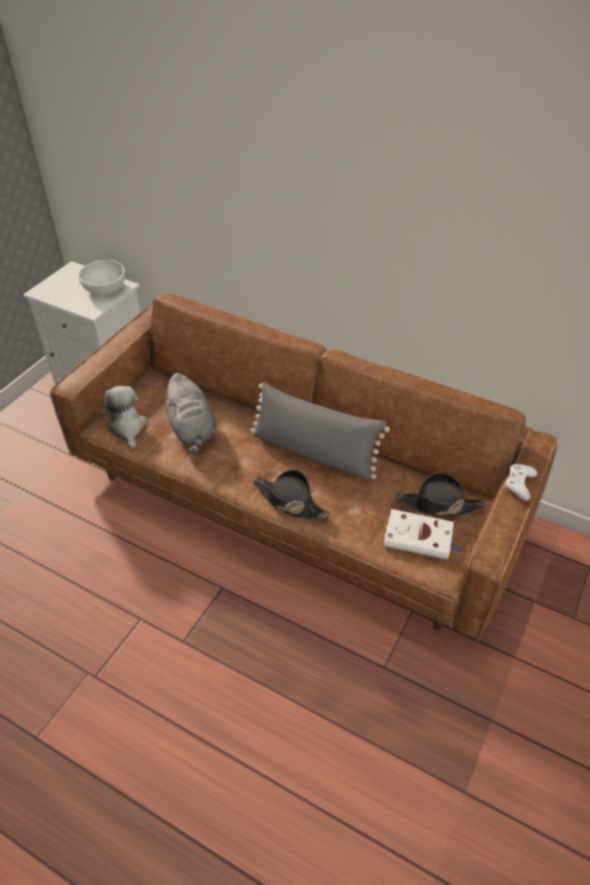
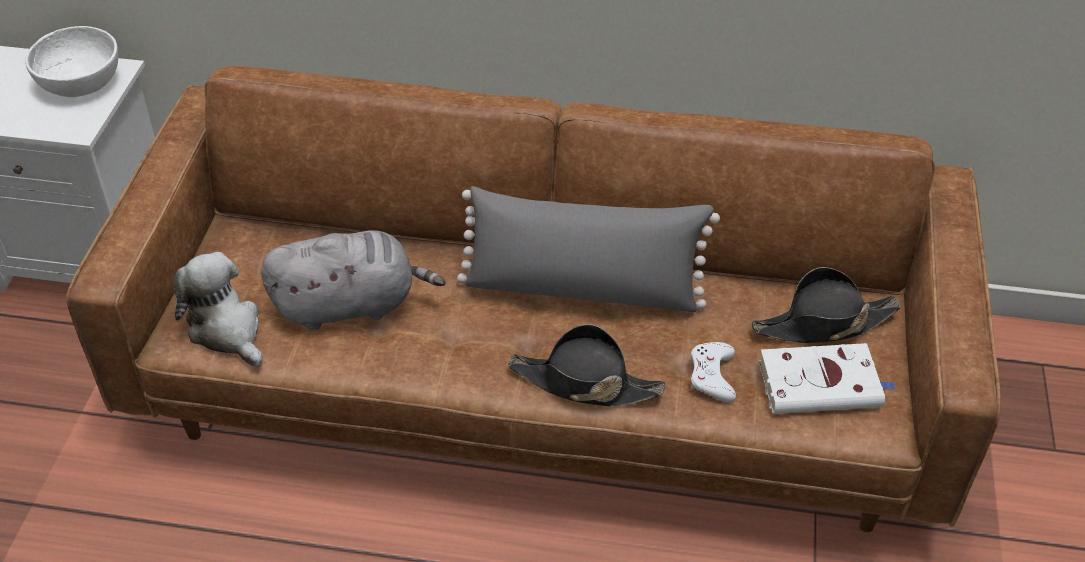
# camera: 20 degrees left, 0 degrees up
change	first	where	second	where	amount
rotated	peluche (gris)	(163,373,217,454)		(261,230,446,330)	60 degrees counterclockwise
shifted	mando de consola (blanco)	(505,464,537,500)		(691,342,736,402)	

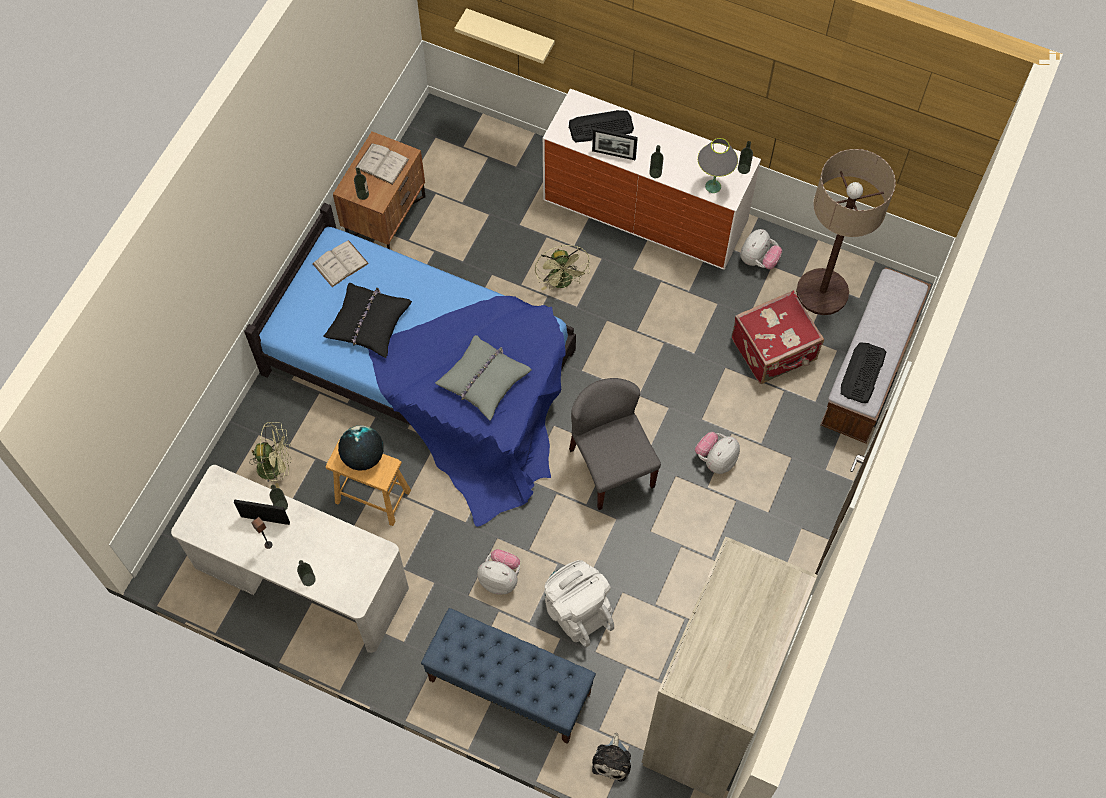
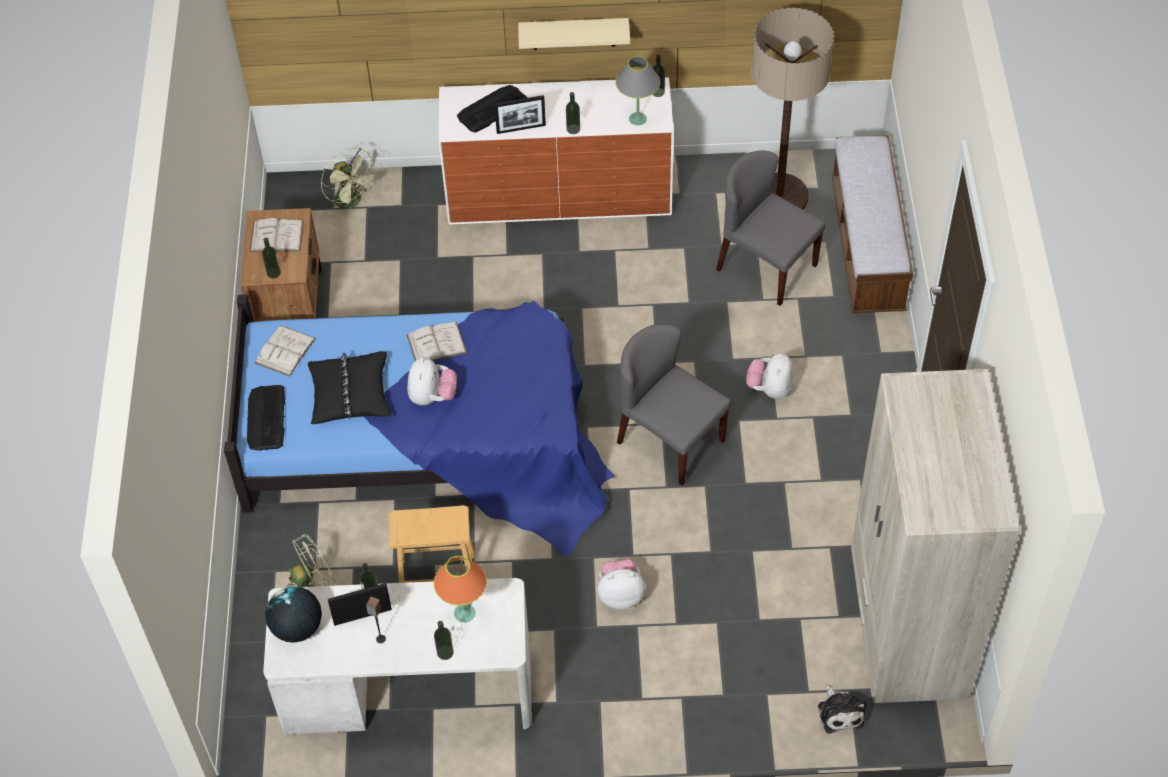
# camera: 25 degrees left, 10 degrees down
change	first	where	second	where	amount
shifted	globo terráqueo	(338,425,383,471)		(265,586,322,643)	
gone	banco (azul)	(421,608,596,744)			
gone	cojín (gris)	(435,335,532,420)			
shifted	estante (beis)	(454,8,555,64)		(518,18,630,50)	
shifted	ventilador (verde)	(535,245,590,291)		(321,147,378,217)	
gone	mochila (blanco)	(544,560,614,647)			
swapped	maleta (rojo)	(732,291,824,384)	silla (gris)	(716,151,825,306)	
shifted	peluche	(740,229,782,269)		(407,357,457,405)	
shifted	teclado	(841,342,886,403)		(247,385,285,451)	
new			libro (blanco)	(406,322,467,361)	
new			lámpara de mesa (naranja)	(434,556,487,622)	

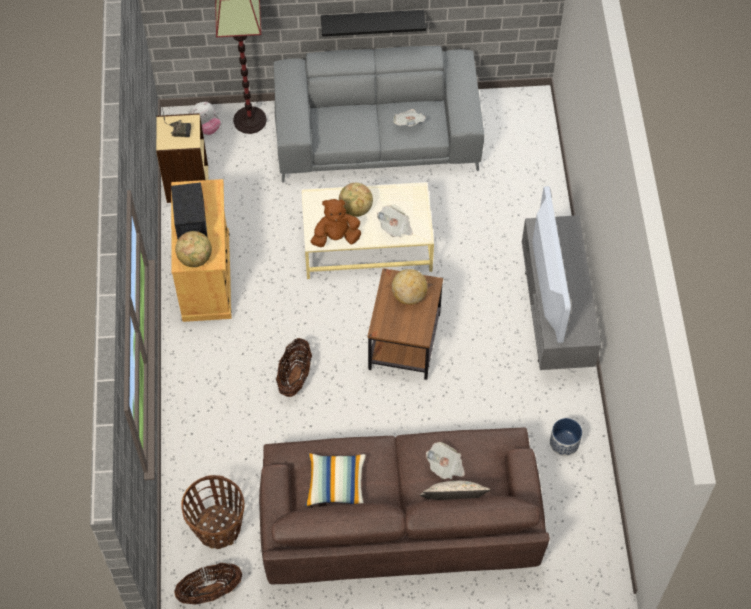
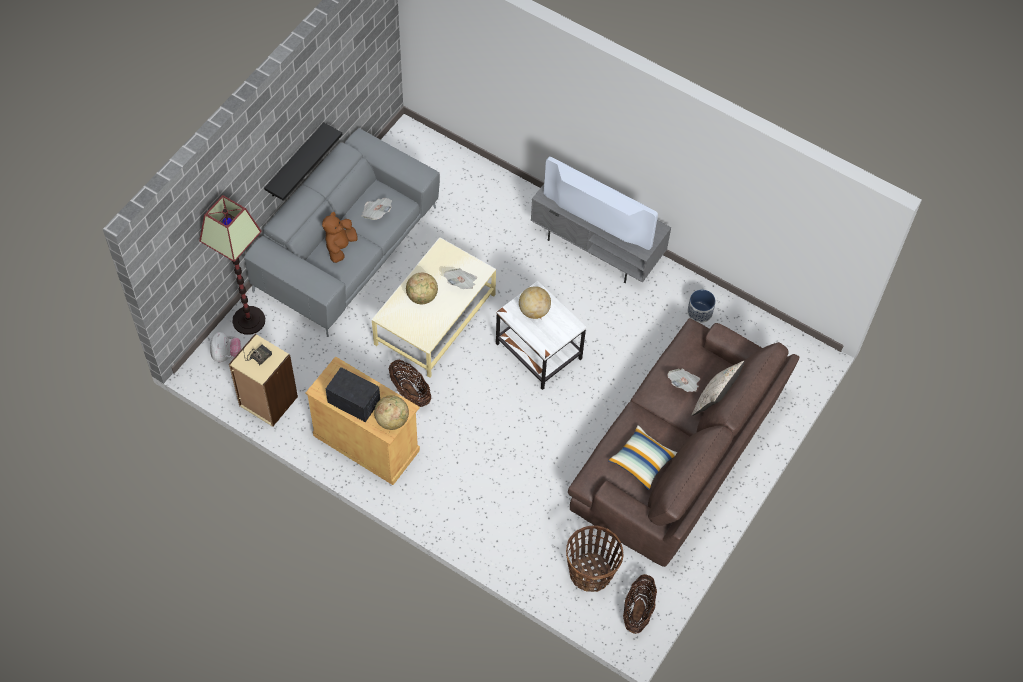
# camera: 55 degrees left, 0 degrees up
change	first	where	second	where	amount
shifted	cesta	(276,338,312,397)		(389,359,431,407)	
shifted	peluche (marrón)	(311,199,361,247)		(322,212,358,263)	
repainted	mesa auxiliar (marrón)	(368,268,443,380)	mesa auxiliar (blanco)	(496,281,587,390)	

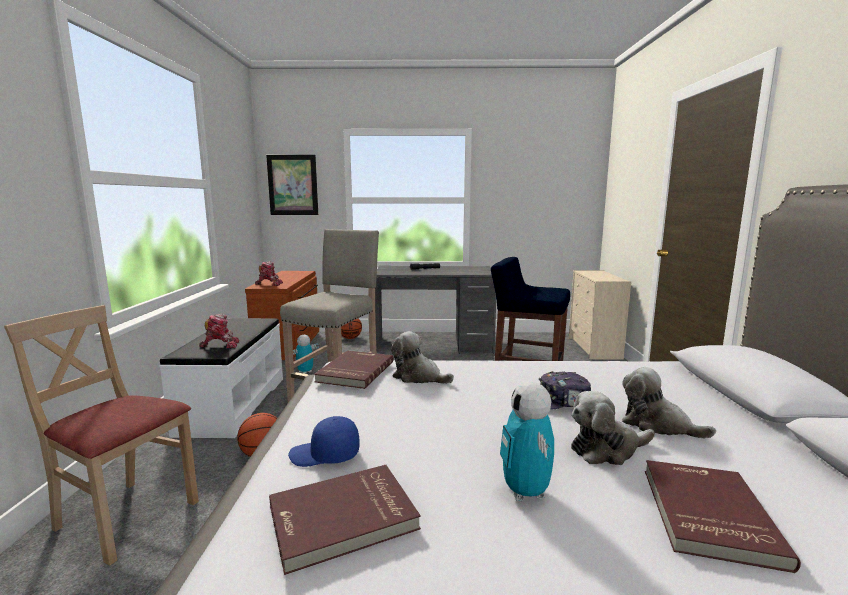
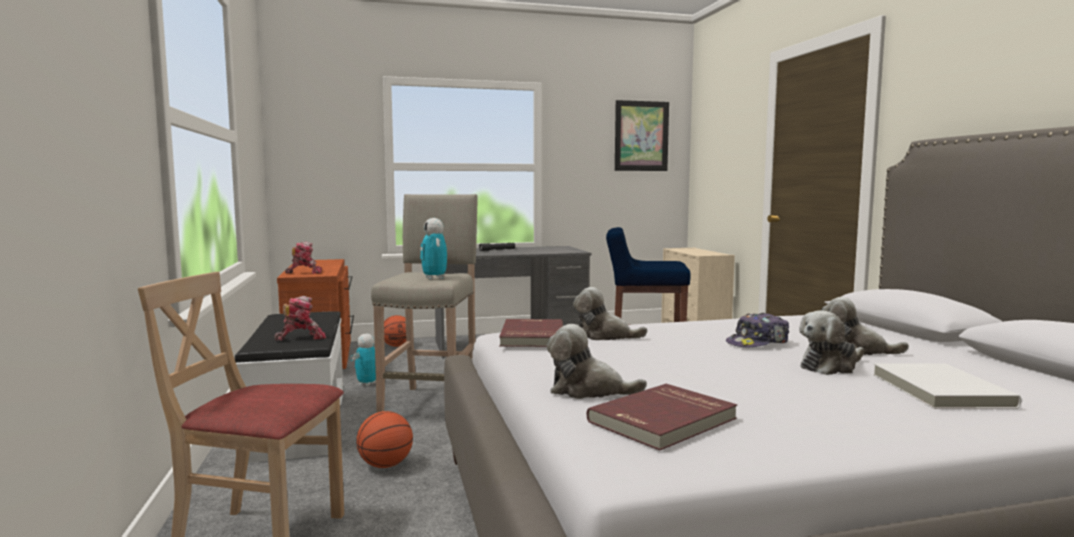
# camera: 15 degrees left, 5 degrees down
change	first	where	second	where	amount
shifted	cuadro	(266,155,318,215)		(615,100,669,171)	
swapped	gorra (azul)	(288,416,360,467)	peluche	(547,324,647,399)	
shifted	robot de juguete	(500,382,554,501)		(420,218,447,279)	
repainted	libro (rojo)	(645,460,801,573)	libro (blanco)	(873,363,1021,409)	

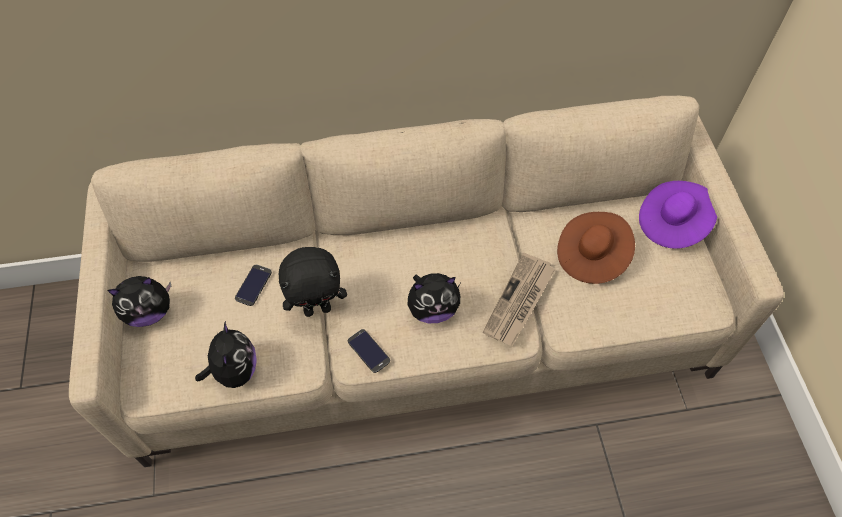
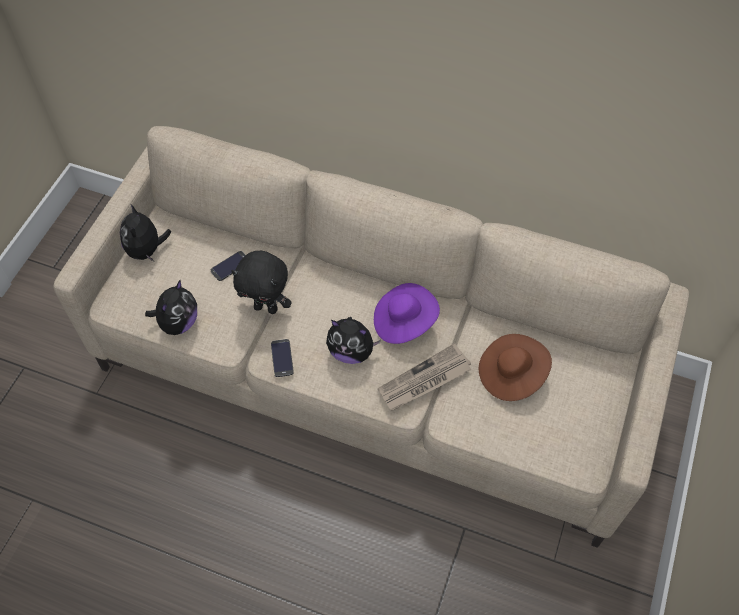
# camera: 30 degrees right, 0 degrees up
change	first	where	second	where	amount
rotated	peluche	(107,276,171,327)		(120,204,172,261)	75 degrees clockwise
shifted	sombrero (morado)	(639,181,717,249)		(374,283,440,344)	

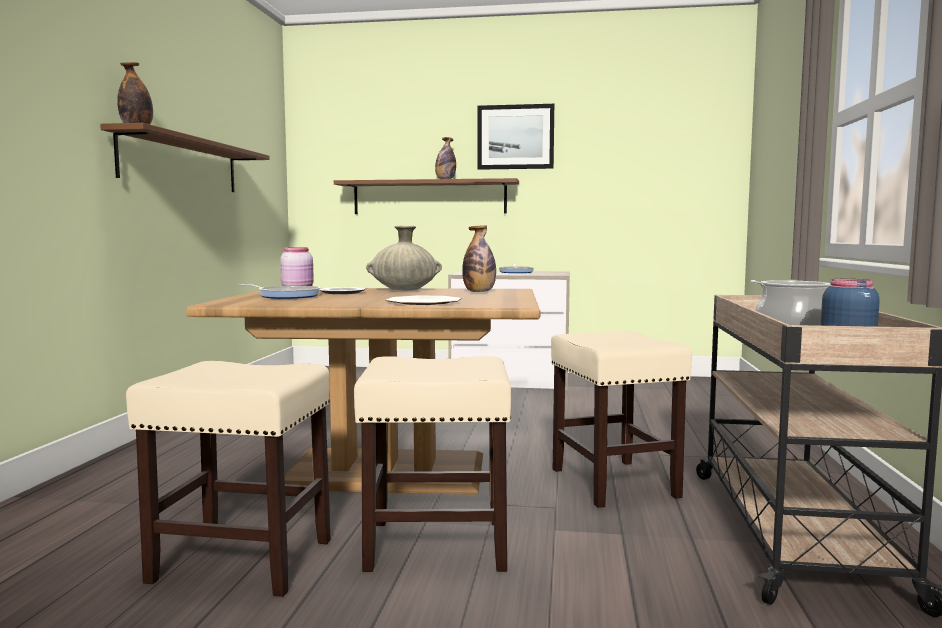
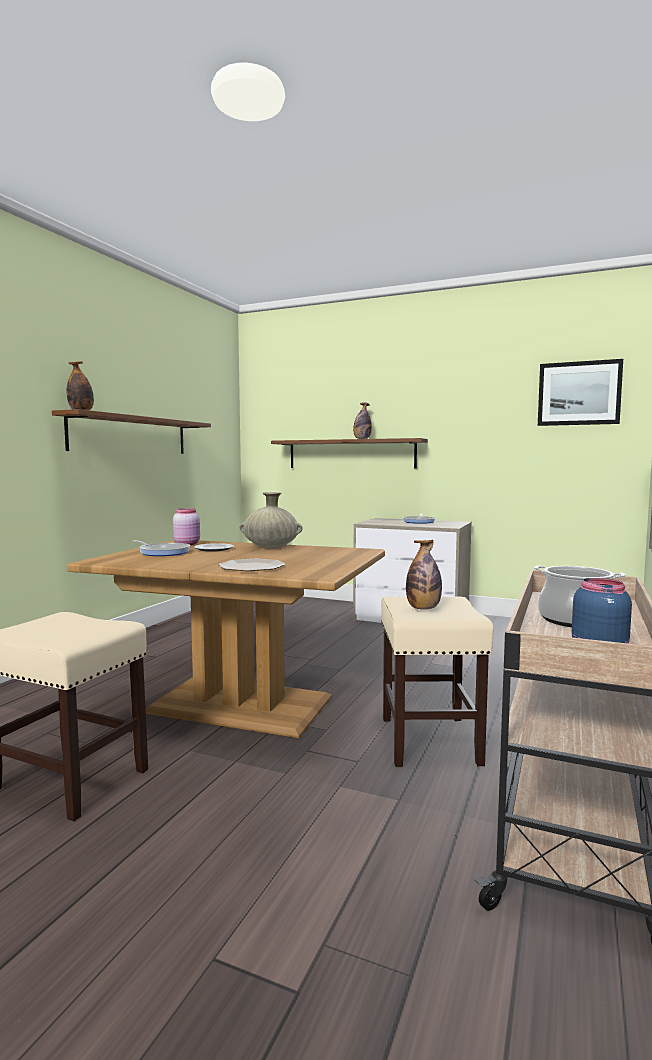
# camera: 15 degrees right, 0 degrees up
change	first	where	second	where	amount
gone	taburete (beis)	(354,356,511,572)			
shifted	botella	(462,225,496,292)		(406,540,442,610)	
shifted	cuadro	(478,104,554,170)		(538,359,623,426)	

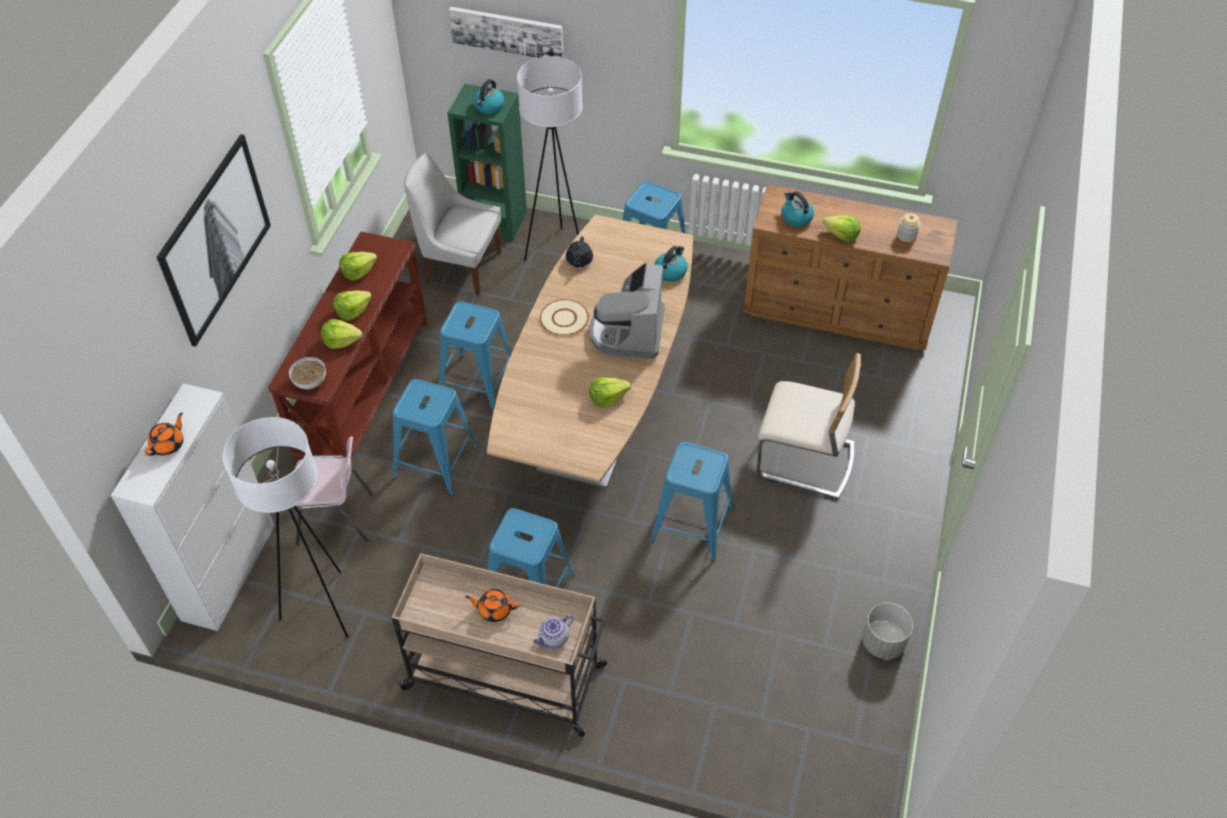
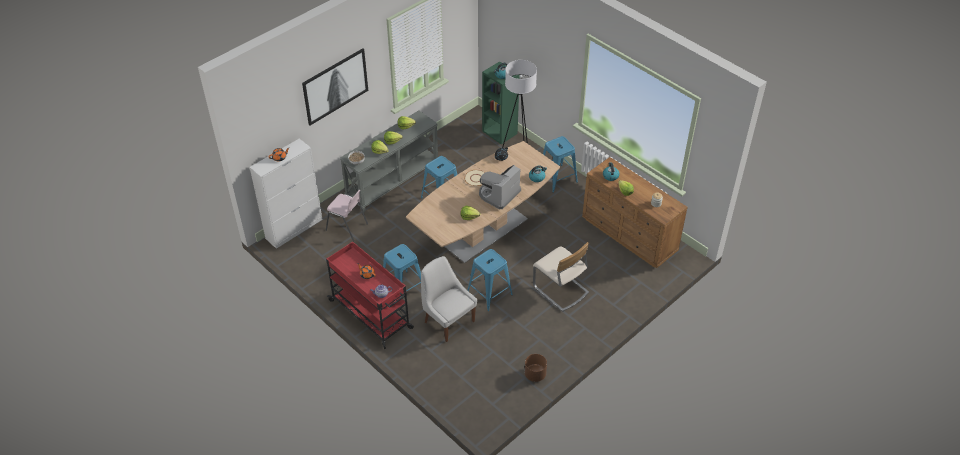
# camera: 30 degrees right, 5 degrees down
change	first	where	second	where	amount
gone	lámpara de pie (blanco)	(223,417,349,638)			
repainted	mesa consola (marrón)	(268,232,427,464)	mesa consola (gris)	(340,110,438,213)	
gone	taburete (azul)	(392,379,478,496)			
repainted	carrito (beis)	(392,553,607,737)	carrito (rojo)	(326,242,414,349)	
shifted	silla (blanco)	(404,153,501,296)		(421,256,477,342)	
gone	cuadro	(449,7,563,58)			
repainted	maceta (gris)	(862,603,913,659)	maceta (marrón)	(525,354,547,382)	

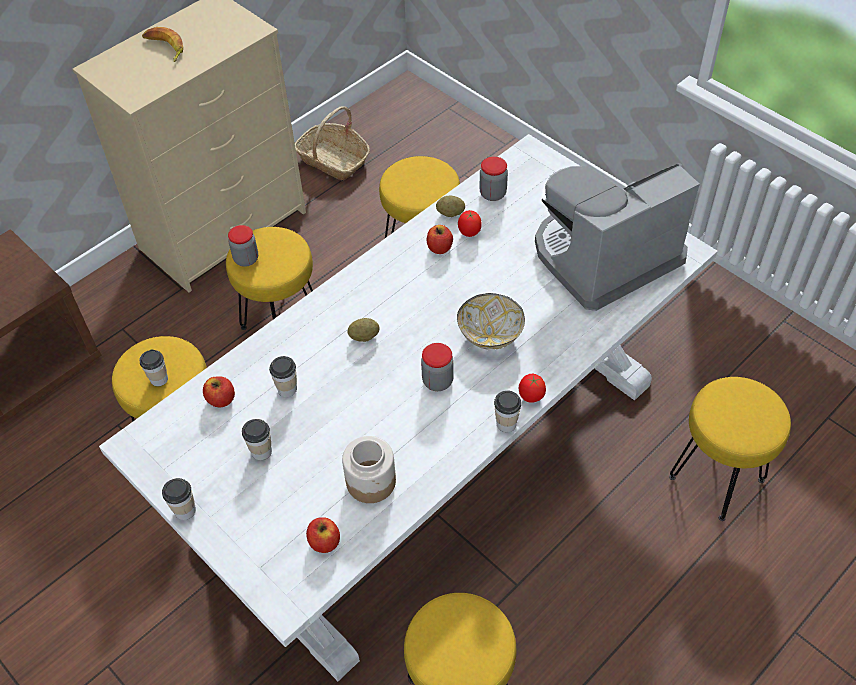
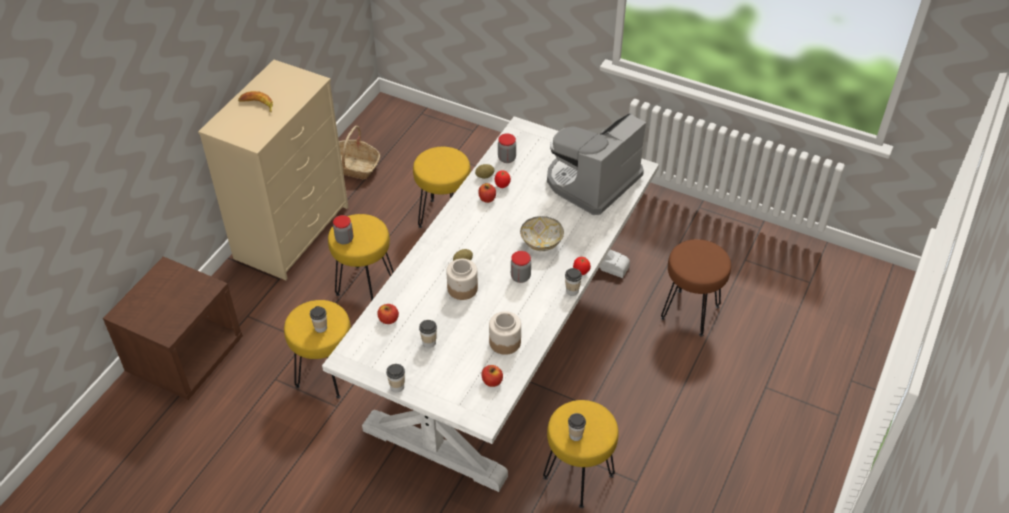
# camera: 20 degrees left, 5 degrees down
change	first	where	second	where	amount
shifted	taza	(269,356,297,397)		(568,413,586,441)	
repainted	taburete (amarillo)	(669,377,791,521)	taburete (marrón)	(661,239,731,336)	
new			tarro	(446,259,478,300)	

